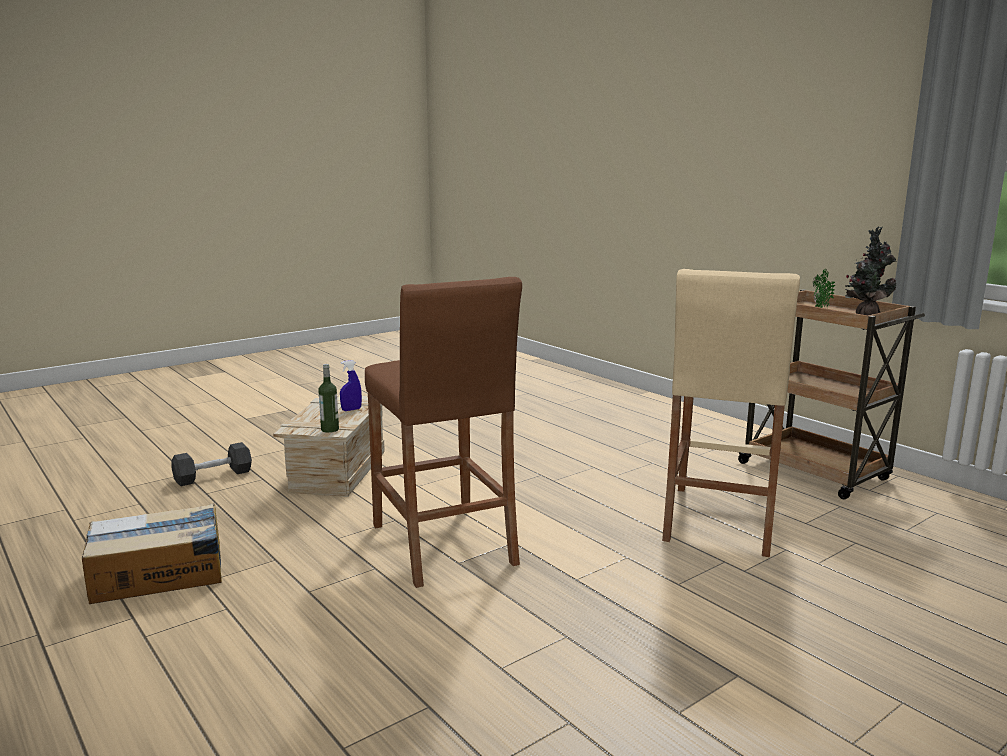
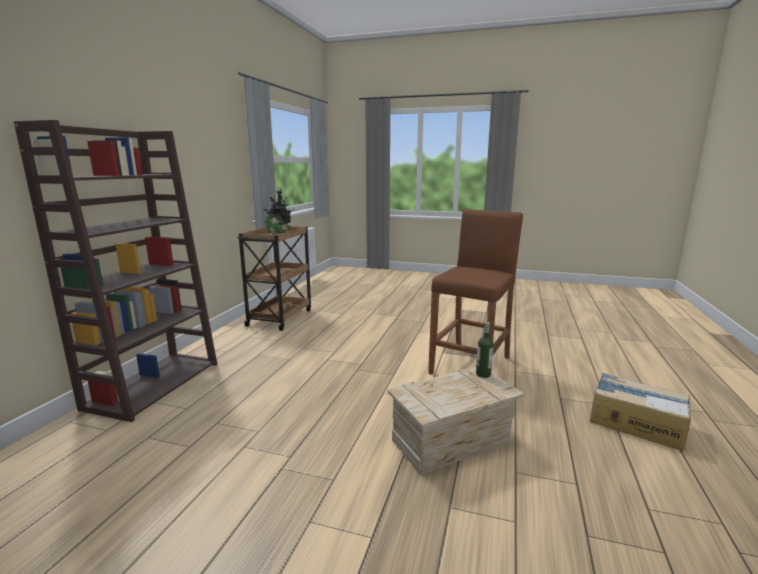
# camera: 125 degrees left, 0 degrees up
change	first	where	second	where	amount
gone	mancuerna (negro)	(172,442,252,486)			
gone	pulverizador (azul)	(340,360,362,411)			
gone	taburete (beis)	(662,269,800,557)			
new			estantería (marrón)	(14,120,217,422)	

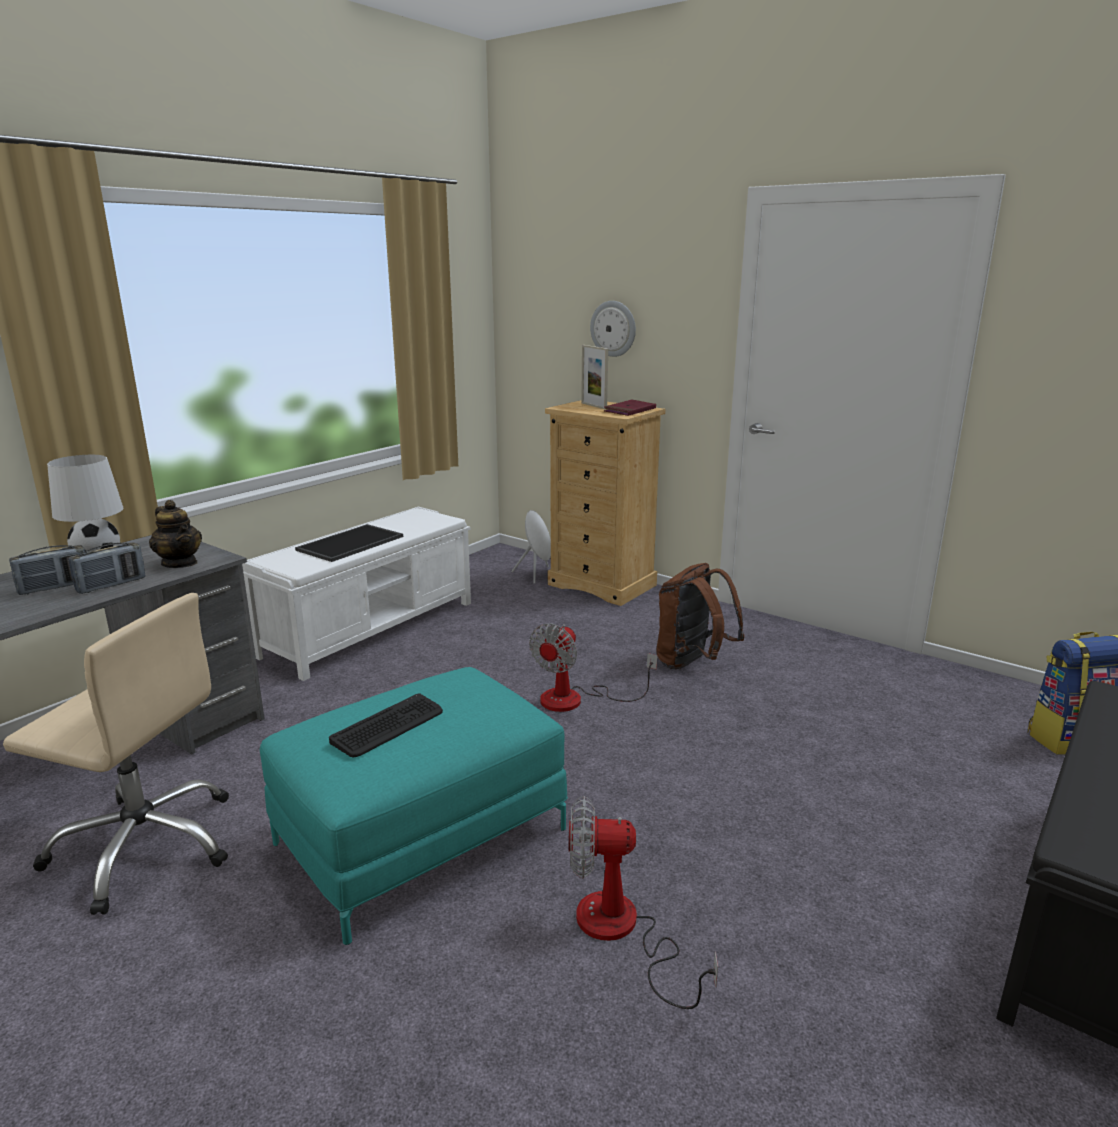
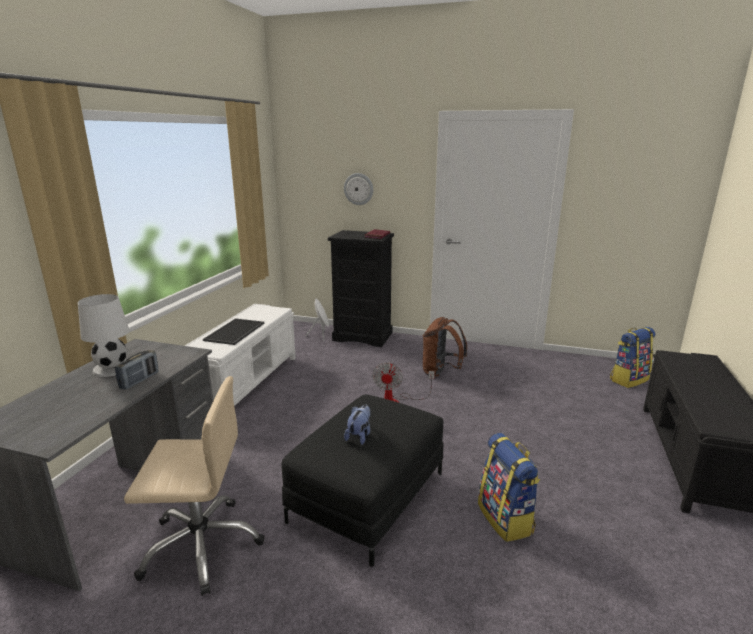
# camera: 20 degrees left, 0 degrees up
change	first	where	second	where	amount
gone	radio	(9,545,85,595)			
gone	tetera	(149,500,202,568)			
repainted	puf (turquesa)	(260,667,568,945)	puf (negro)	(281,394,443,567)	
swapped	teclado	(329,693,443,757)	peluche	(344,405,370,445)	
repainted	cómoda (beis)	(545,400,665,606)	cómoda (negro)	(328,230,394,347)	
swapped	ventilador	(569,796,718,1009)	mochila	(478,433,540,542)	
gone	portarretratos	(581,345,608,409)			

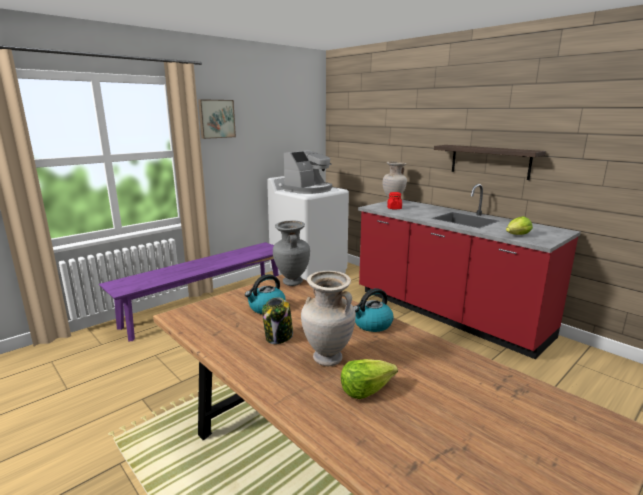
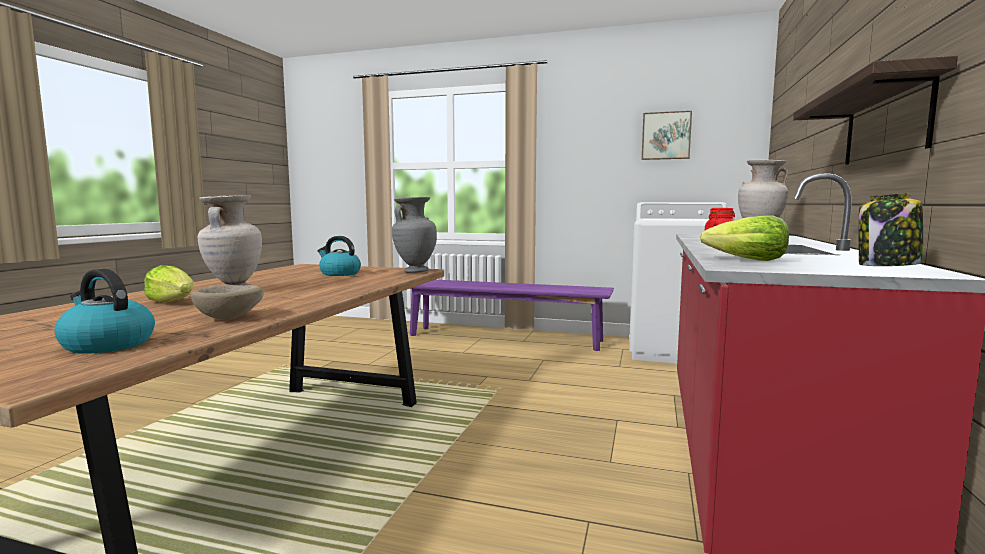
# camera: 60 degrees right, 10 degrees down
change	first	where	second	where	amount
shifted	cuadro	(198,99,236,139)		(642,111,692,160)	
shifted	tarro	(262,297,293,344)		(859,193,923,266)	
gone	cafetera	(283,150,332,194)			
shifted	hervidor	(354,288,394,332)		(55,269,155,354)	
new			cuenco (beis)	(191,285,264,319)	

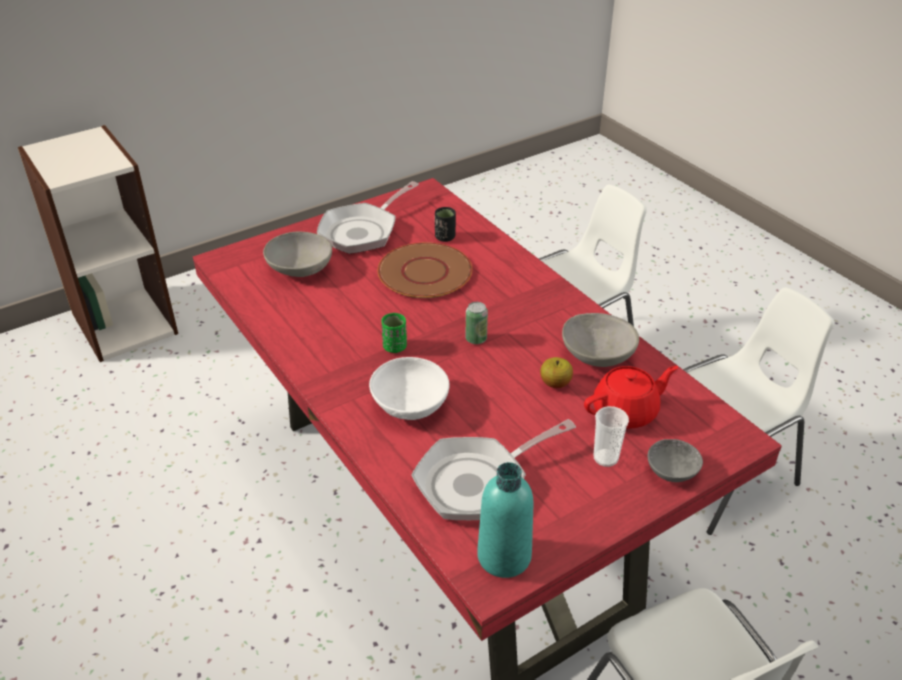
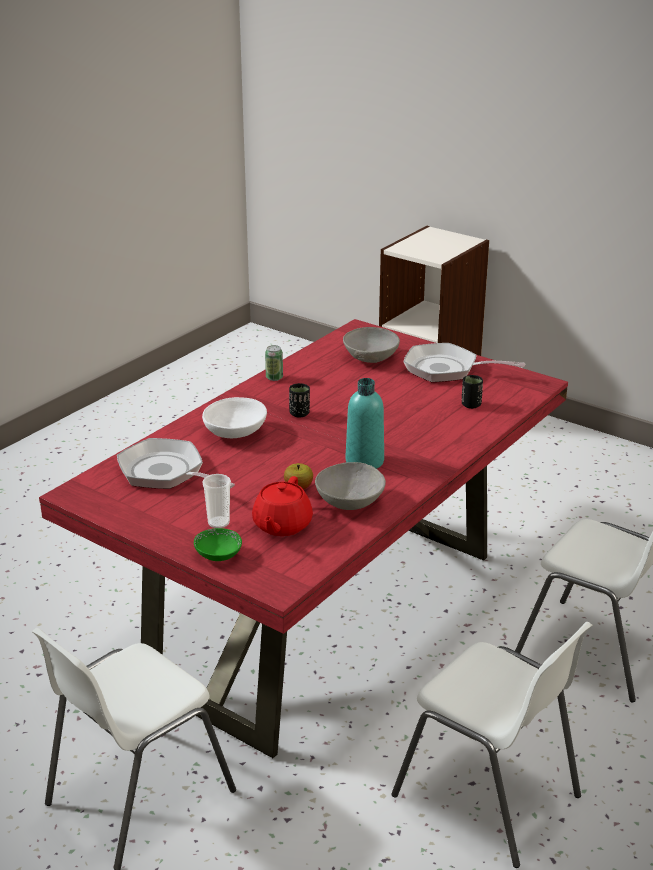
# camera: 70 degrees right, 10 degrees down
change	first	where	second	where	amount
gone	plato (marrón)	(378,243,472,298)			
repainted	taza (verde)	(382,313,407,353)	taza (negro)	(289,383,310,418)	
shifted	lata	(466,302,488,344)		(265,345,283,381)	
shifted	botella (turquesa)	(477,462,534,578)		(346,378,384,469)	
rotated	tetera (rojo)	(584,366,678,429)		(252,476,313,536)	60 degrees clockwise
repainted	cuenco (gris)	(648,439,703,482)	cuenco (verde)	(194,528,242,561)	

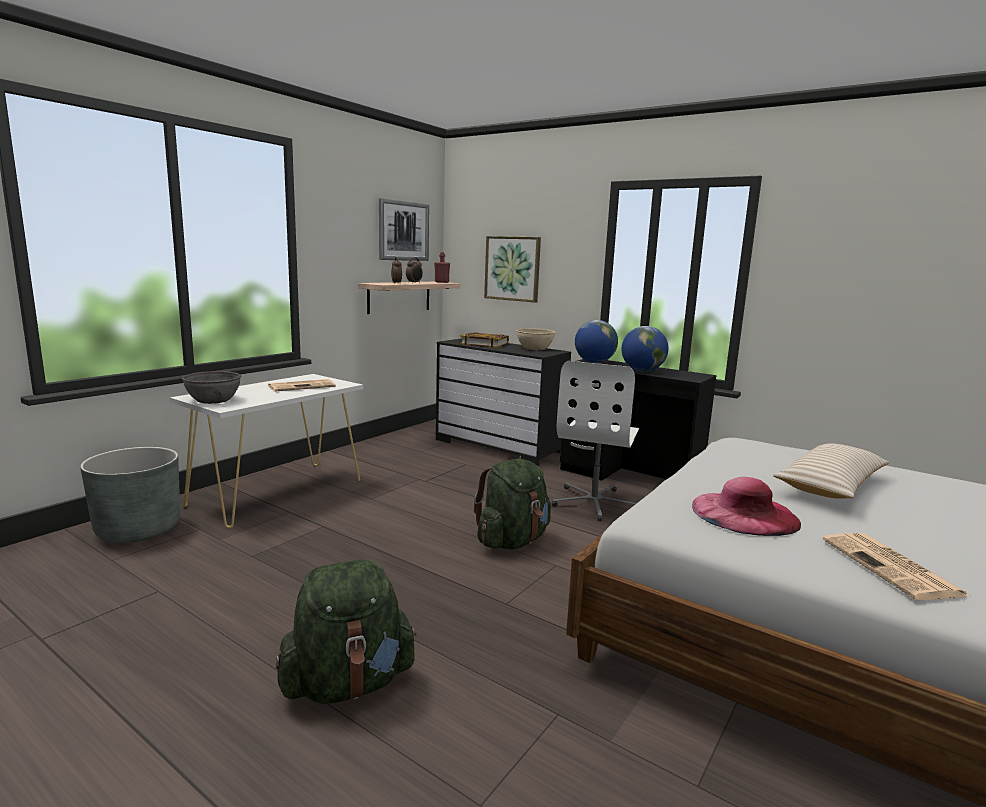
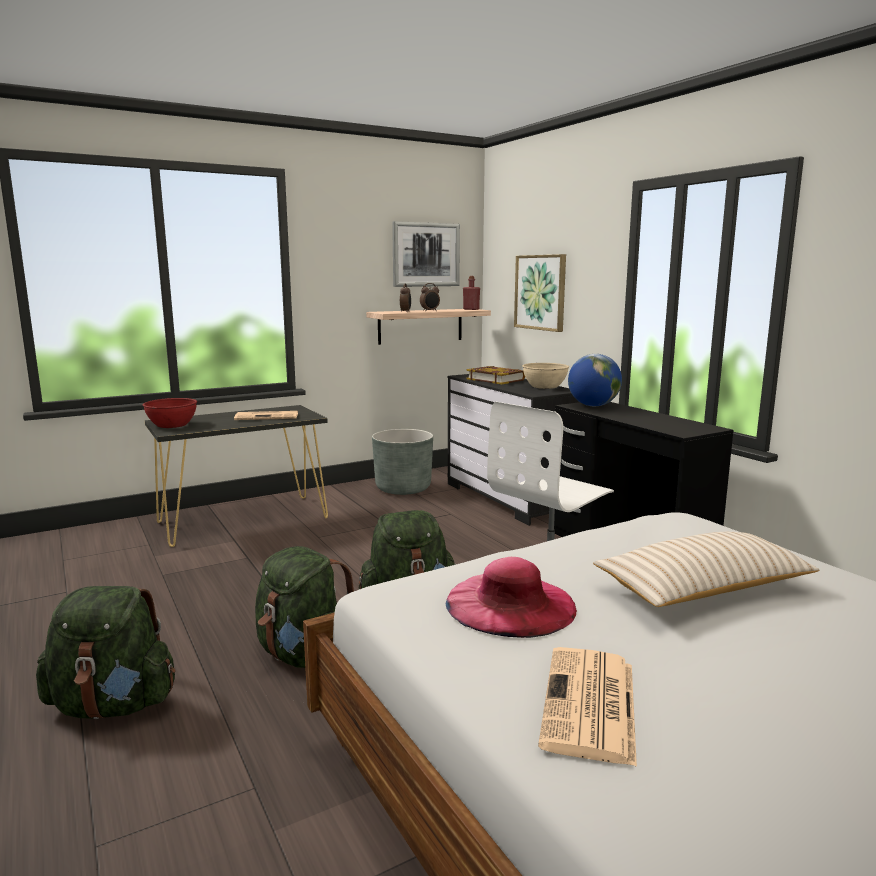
# camera: 25 degrees right, 0 degrees up
change	first	where	second	where	amount
shifted	maceta (gris)	(80,447,180,543)		(372,429,433,495)	
repainted	mesa consola (blanco)	(170,374,363,528)	mesa consola (negro)	(145,405,328,547)	
repainted	cuenco (gris)	(182,371,241,404)	cuenco (rojo)	(143,398,197,428)	
gone	globo terráqueo	(622,326,668,372)			
new			mochila (verde)	(255,546,354,668)	

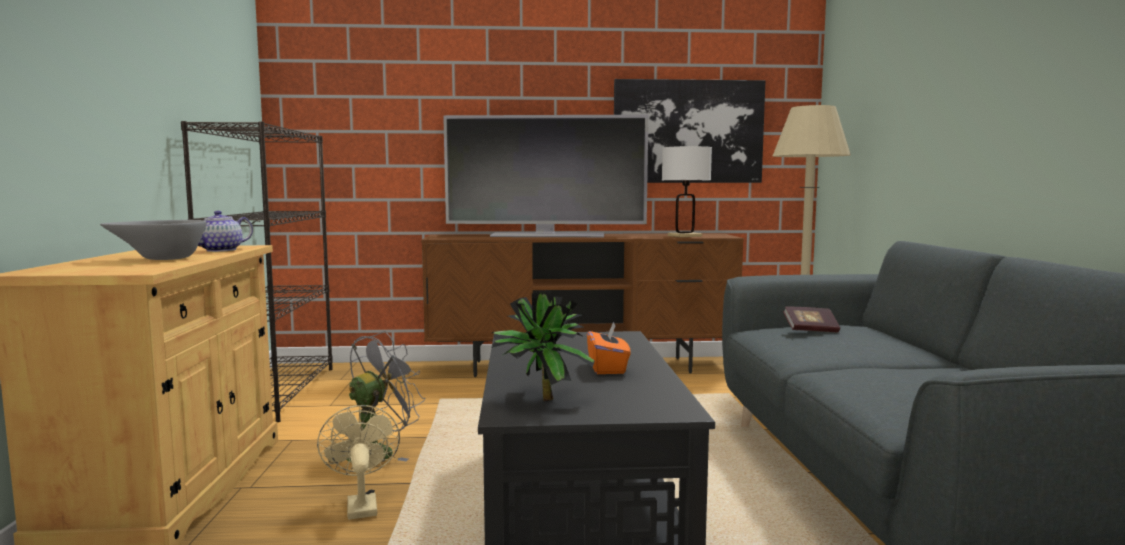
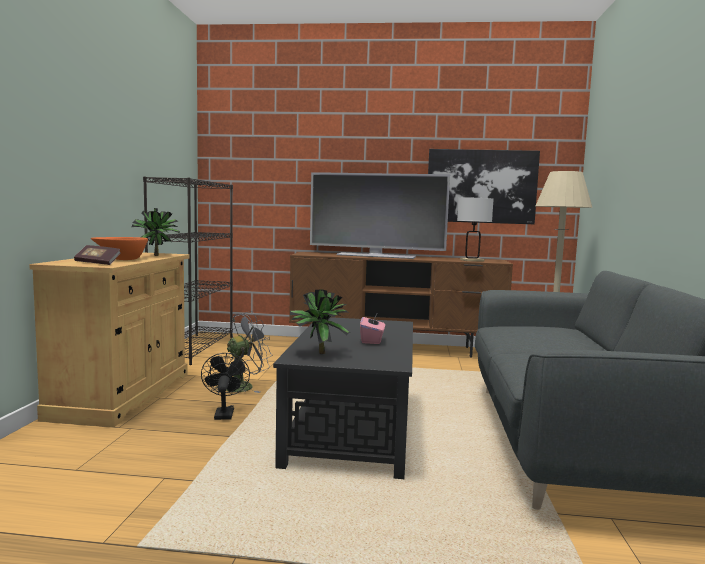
# camera: 10 degrees right, 0 degrees up
change	first	where	second	where	amount
repainted	cuenco (gris)	(100,220,207,260)	cuenco (naranja)	(91,237,148,260)	
swapped	tetera	(198,211,253,252)	planta en maceta	(131,208,180,256)	
repainted	ventilador (beis)	(317,405,400,520)	ventilador (negro)	(201,353,250,420)	
repainted	caja de pañuelos (naranja)	(587,323,631,374)	caja de pañuelos (rosa)	(360,312,385,344)	
shifted	libro	(783,306,840,332)		(74,245,121,265)	

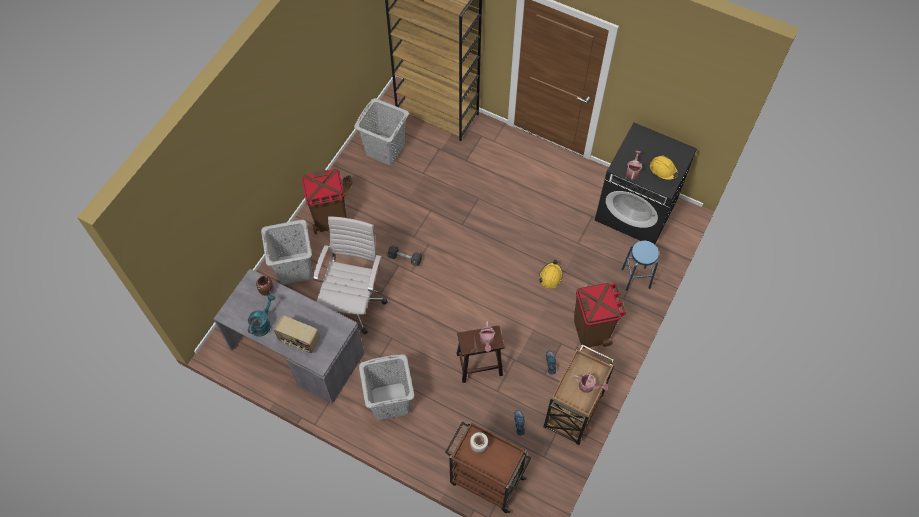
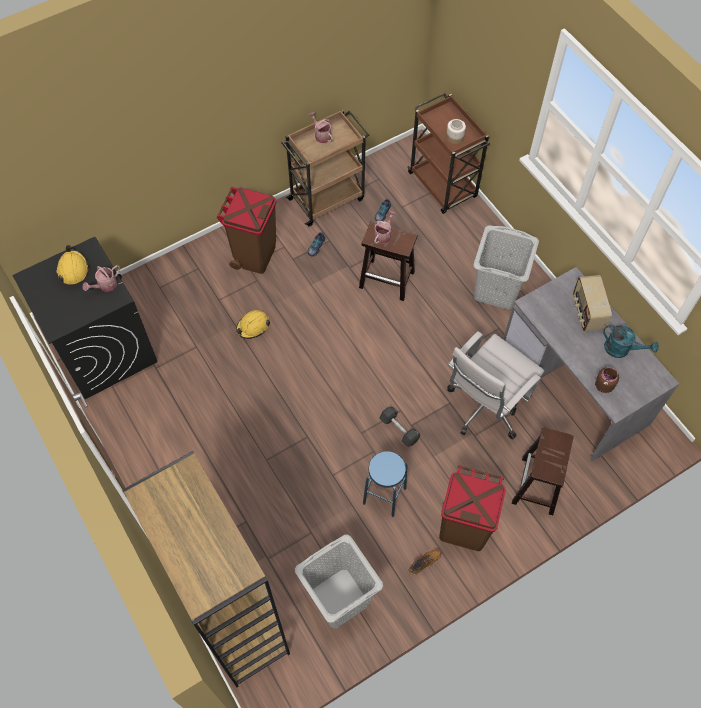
# camera: 150 degrees left, 0 degrees up
change	first	where	second	where	amount
rotated	regadera (turquesa)	(248,295,275,337)		(603,325,659,358)	120 degrees counterclockwise
swapped	cesto de la ropa (gris)	(261,219,313,285)	taburete (marrón)	(512,427,574,515)	
rotated	radio	(274,315,320,353)		(573,275,612,331)	150 degrees counterclockwise
shifted	taburete (azul)	(621,241,659,291)		(363,451,407,517)	

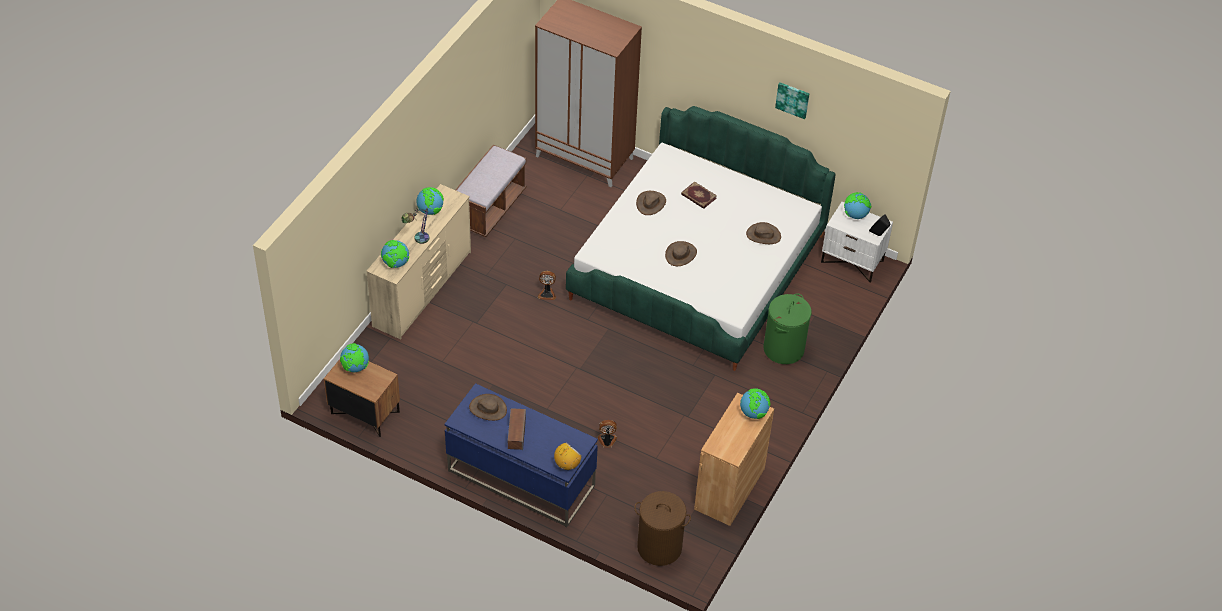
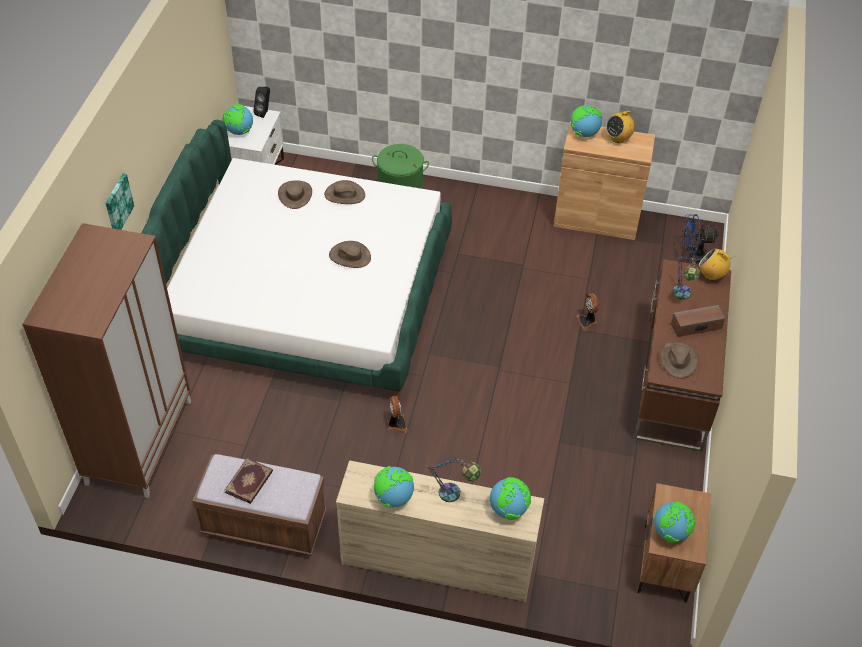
# camera: 105 degrees left, 0 degrees up
change	first	where	second	where	amount
repainted	escritorio (azul)	(444,383,598,527)	escritorio (marrón)	(634,259,731,452)	
swapped	cesto de la ropa (marrón)	(634,491,691,566)	ventilador (azul)	(682,214,719,264)	
shifted	sombrero (marrón)	(636,191,666,215)		(324,180,365,204)	
shifted	libro	(681,181,717,209)		(225,458,273,504)	
shifted	cuadro	(775,82,810,119)		(106,173,134,230)	
new			radio	(606,108,635,143)	
new			lámpara de mesa	(673,254,700,300)	

